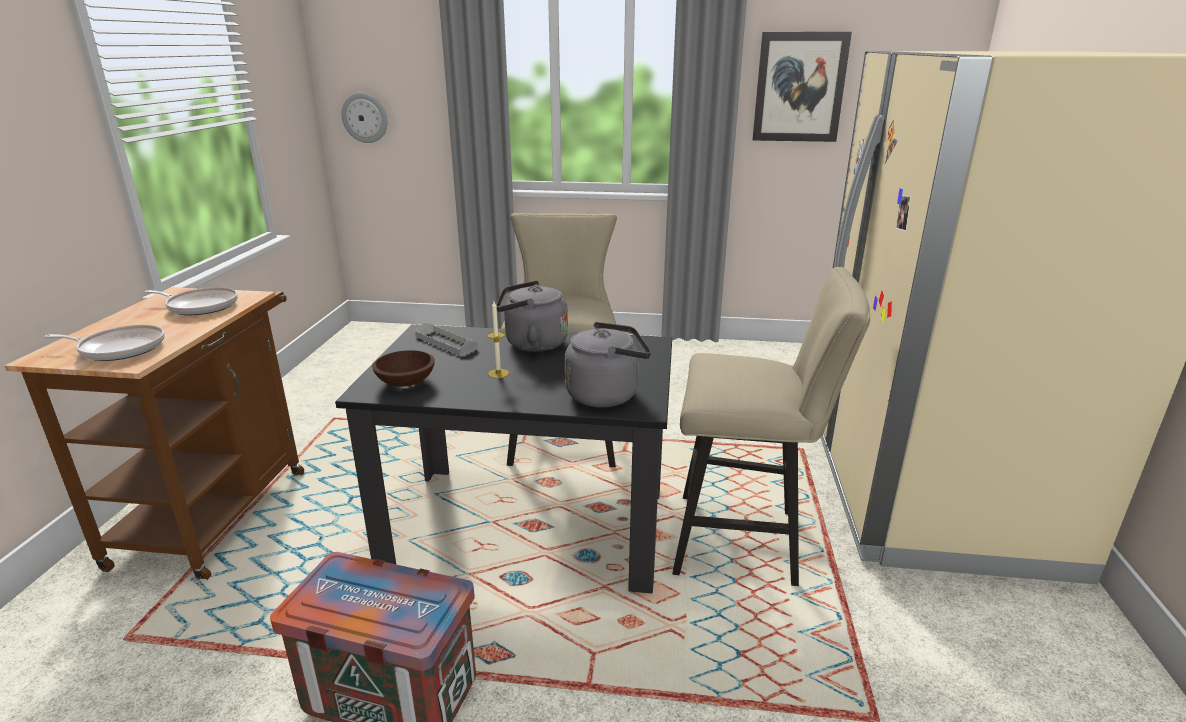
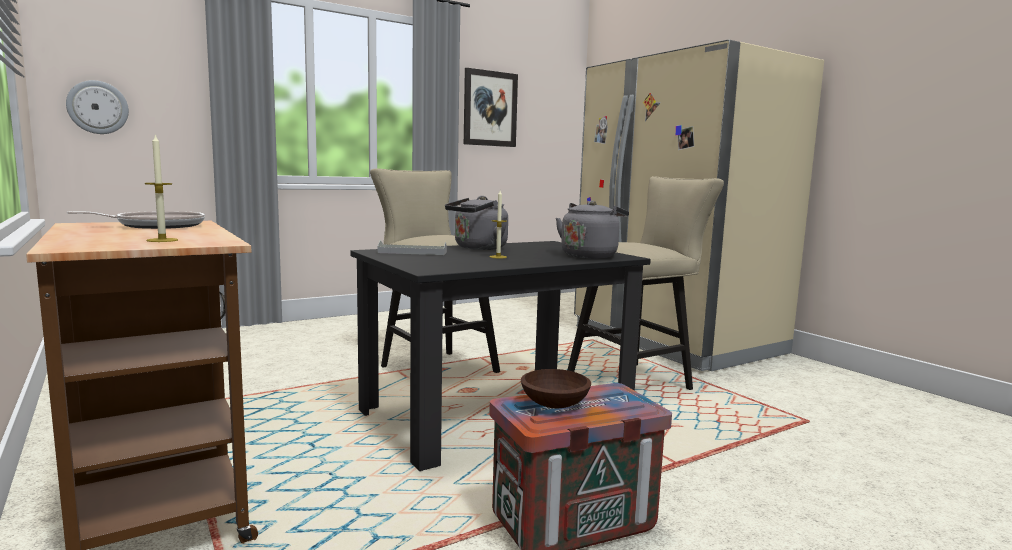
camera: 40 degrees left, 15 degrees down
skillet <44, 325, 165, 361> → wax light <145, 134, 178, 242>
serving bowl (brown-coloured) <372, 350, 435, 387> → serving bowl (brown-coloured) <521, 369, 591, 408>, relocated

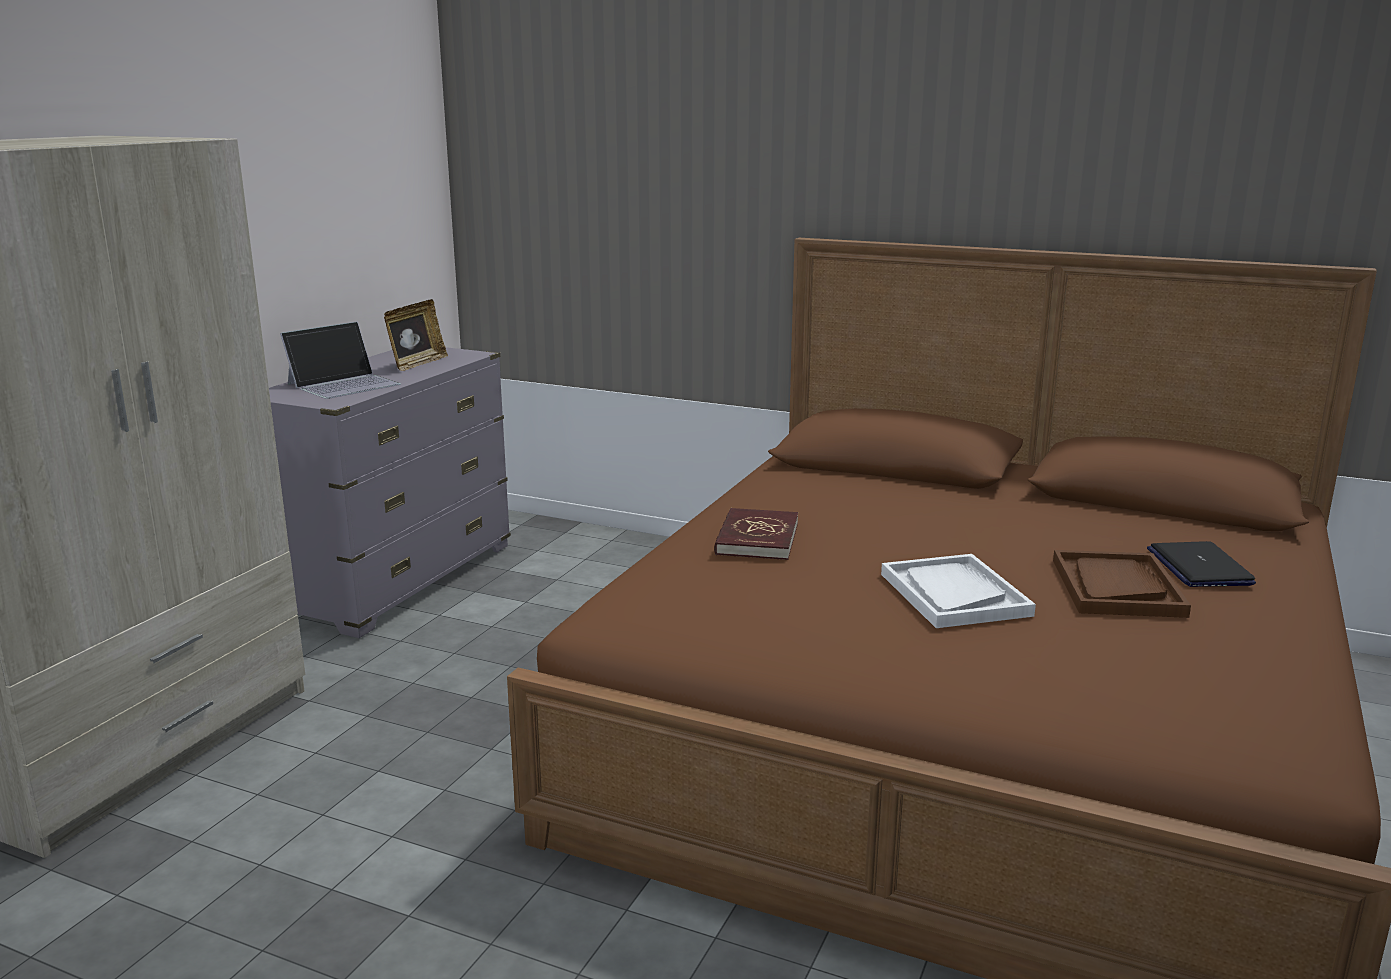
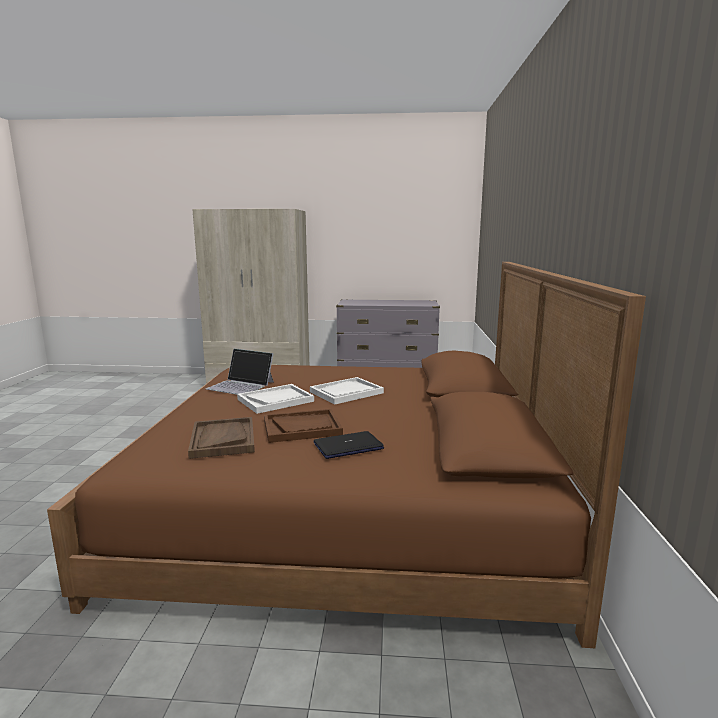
camera: 70 degrees right, 5 degrees down
picture frame <384, 299, 448, 371> → -
notebook computer <280, 321, 401, 399> → notebook computer <206, 349, 274, 395>, relocated
bound book (red-coloured) <714, 508, 798, 560> → -
- → tray (white-coloured) <310, 377, 384, 405>
- → tray (brown-coloured) <188, 417, 255, 459>

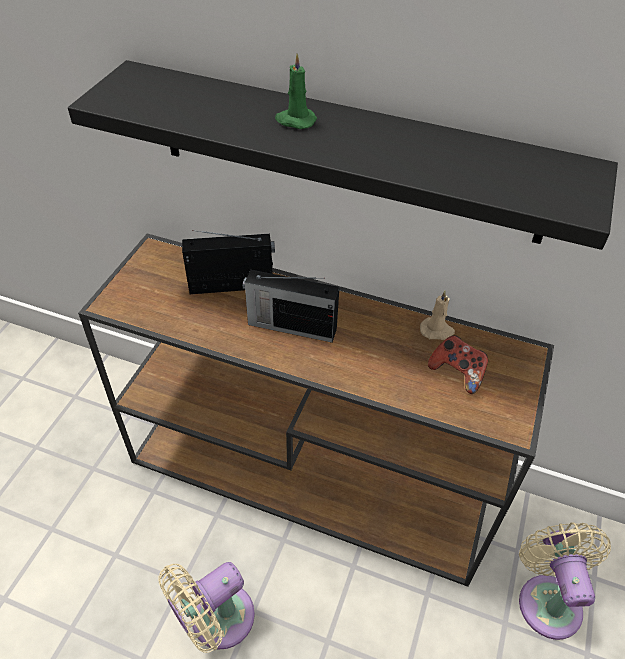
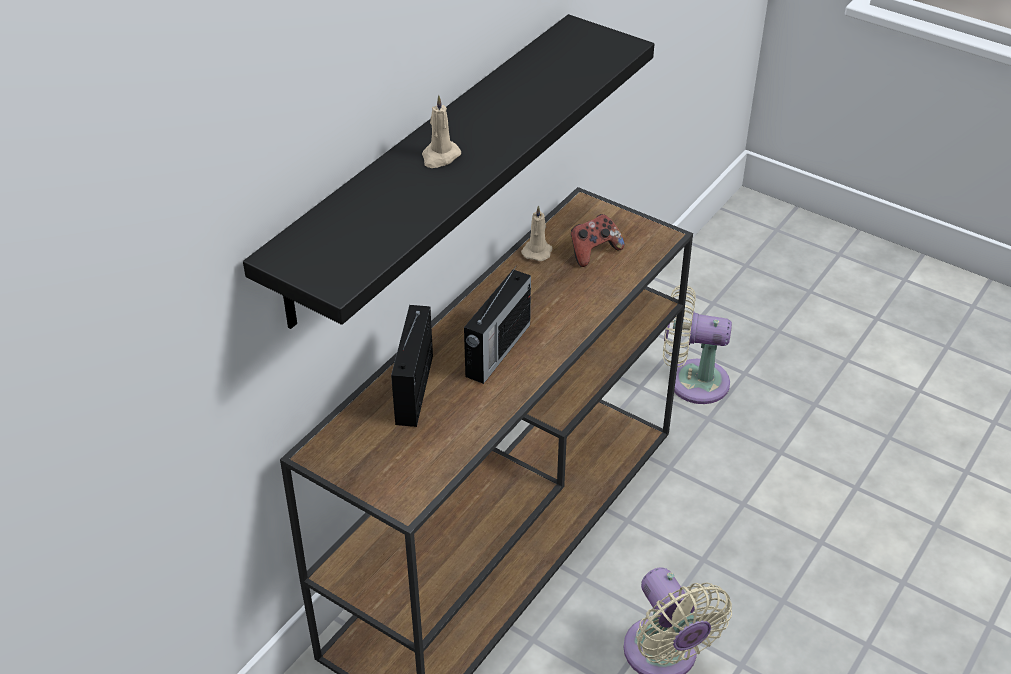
camera: 75 degrees left, 5 degrees down
wax light (green-coloured) <275, 53, 317, 129> → wax light (beige) <422, 95, 461, 168>

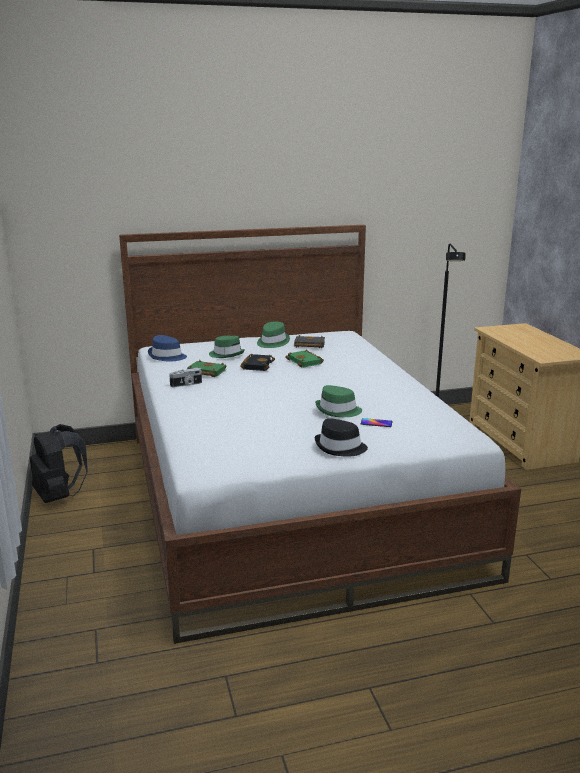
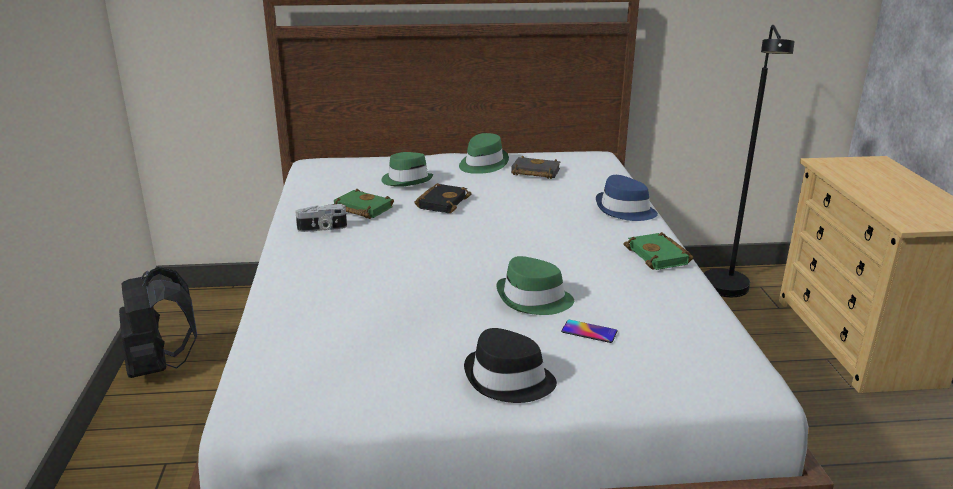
camera: 10 degrees right, 5 degrees up
hat (blue) <148, 335, 187, 362> → hat (blue) <596, 175, 658, 221>, relocated
bound book (green-coloured) <285, 350, 324, 368> → bound book (green-coloured) <623, 232, 694, 270>, relocated

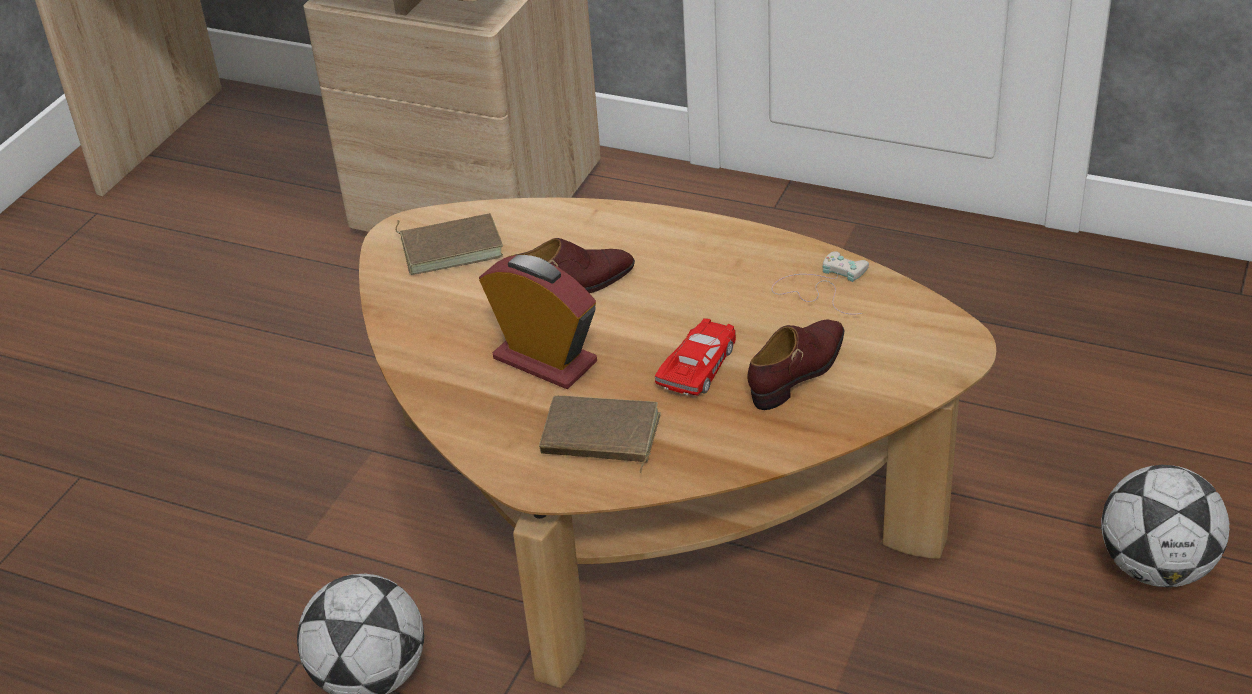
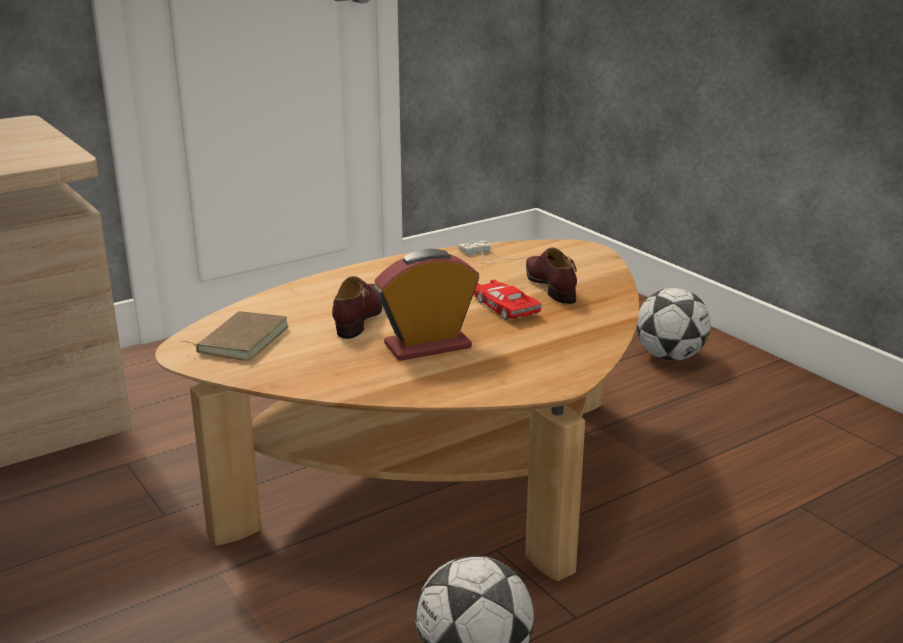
camera: 60 degrees left, 15 degrees down
bound book (brown-coloured) <539, 396, 661, 473> → -

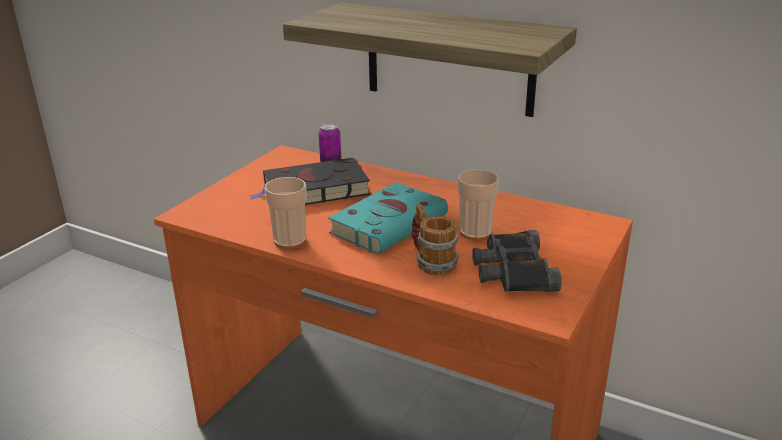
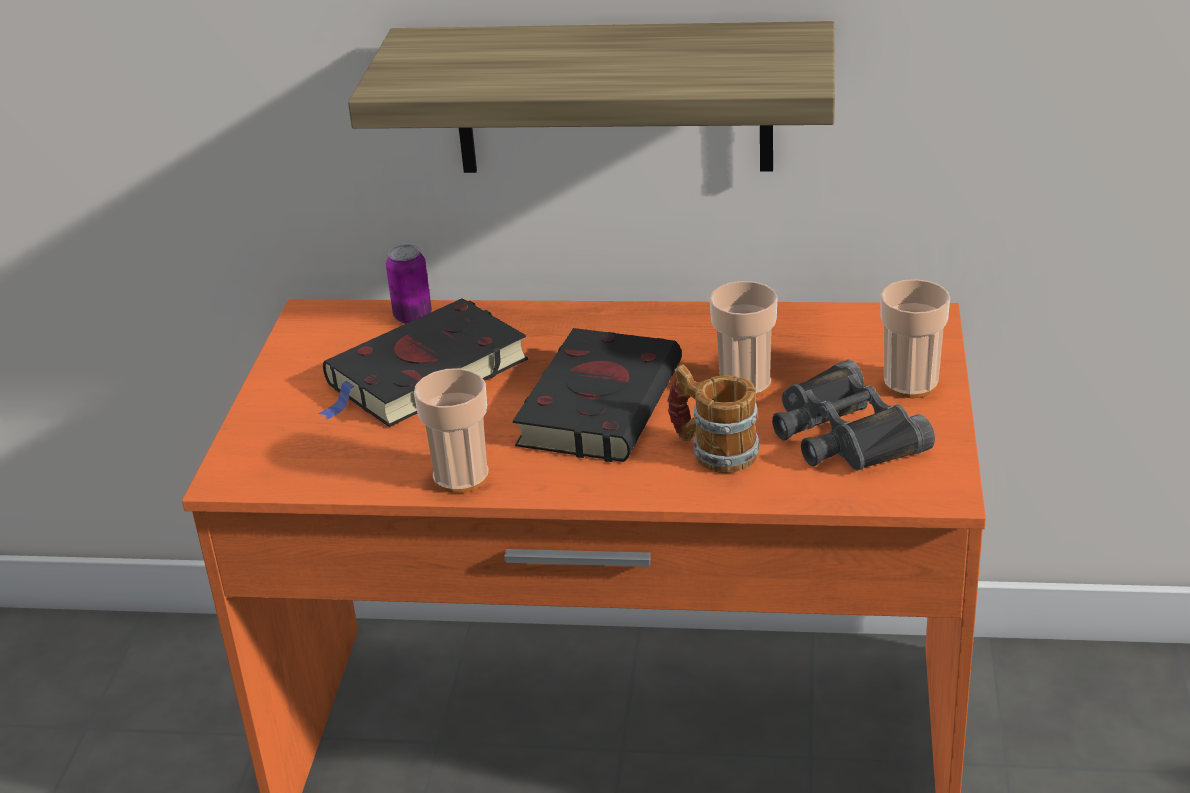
camera: 20 degrees left, 5 degrees up
bound book (blue-green) <328, 182, 448, 254> → bound book (blackish) <513, 328, 682, 462>
- → small cup <880, 279, 950, 398>

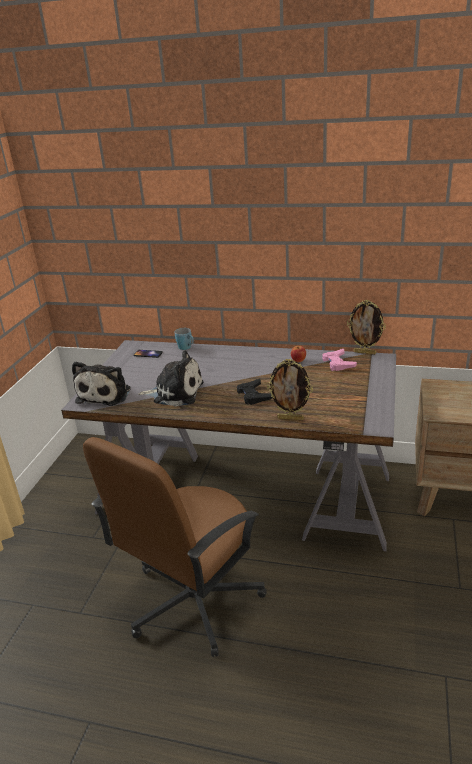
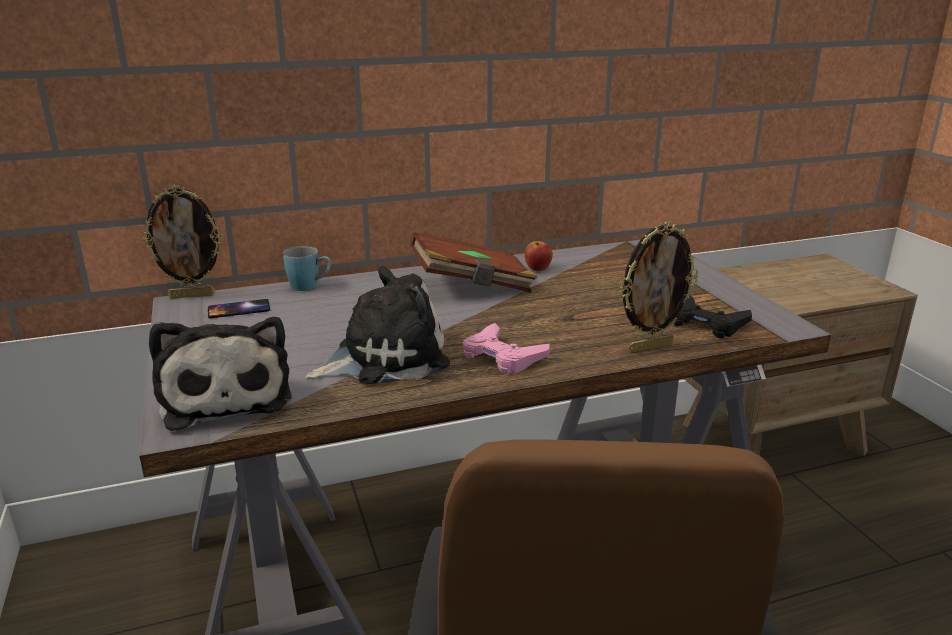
camera: 35 degrees left, 5 degrees down
picture frame <347, 300, 386, 355> → picture frame <141, 185, 223, 298>, relocated
gamepad (pinkish) <322, 349, 357, 371> → gamepad (pinkish) <463, 323, 550, 375>, relocated
gamepad (blackish) <237, 379, 273, 405> → gamepad (blackish) <674, 295, 752, 338>, relocated
- → bound book (brown-coloured) <410, 232, 537, 293>

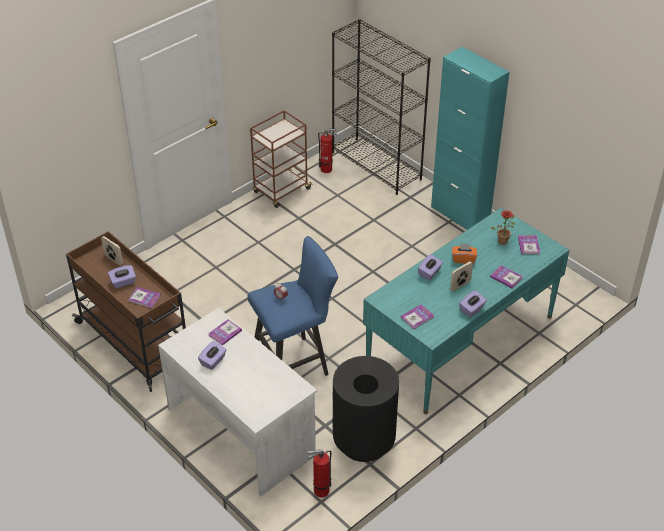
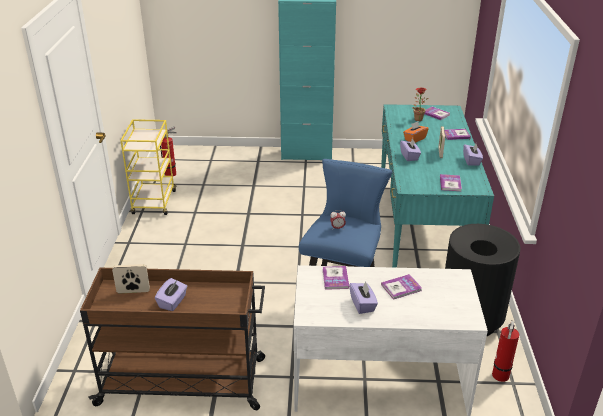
camera: 45 degrees left, 10 degrees down
shelving unit (blackish) <332, 19, 431, 195> → -
trolley (brown-coloured) <250, 110, 313, 208> → trolley (yellow) <120, 119, 176, 215>
bound book <128, 287, 161, 308> → bound book <381, 274, 422, 300>, relocated

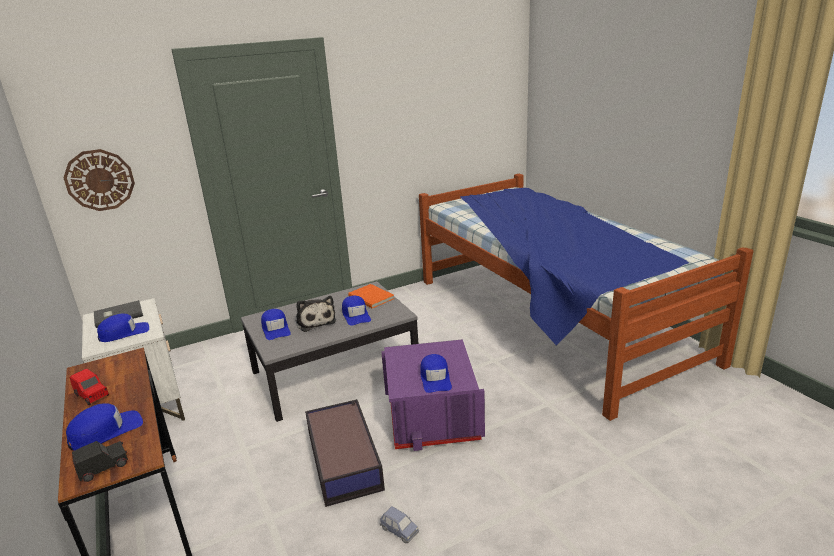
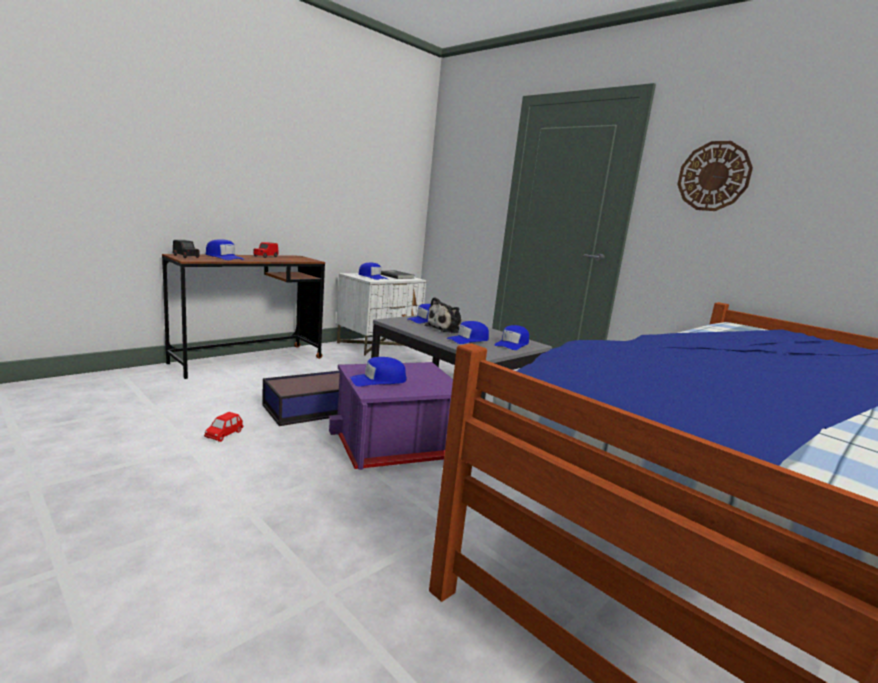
camera: 70 degrees right, 10 degrees down
hanging clock <64, 149, 135, 211> → hanging clock <677, 141, 753, 211>, relocated
bound book (orange-coloured) <348, 284, 395, 308> → baseball cap (blue) <495, 325, 529, 350>
model car (blue) <380, 506, 419, 543> → model car (red-coloured) <204, 412, 243, 442>

